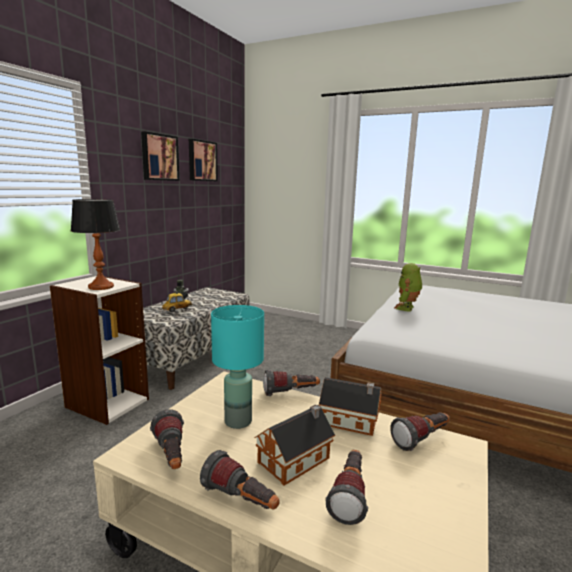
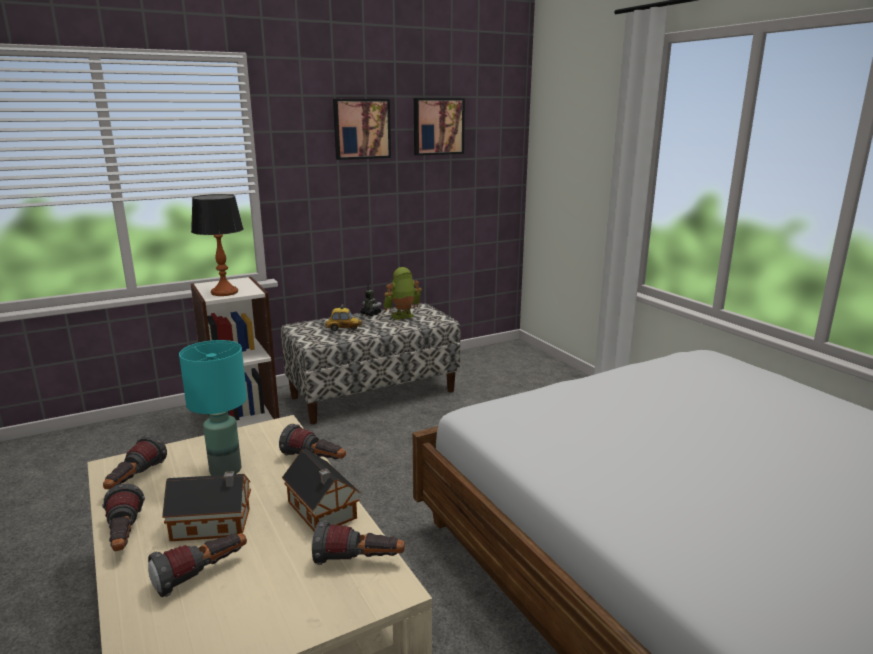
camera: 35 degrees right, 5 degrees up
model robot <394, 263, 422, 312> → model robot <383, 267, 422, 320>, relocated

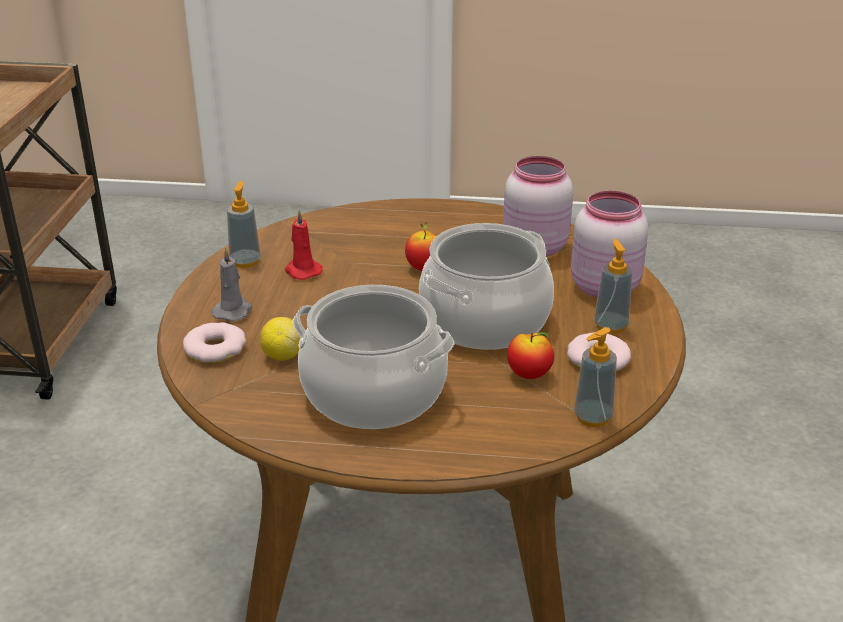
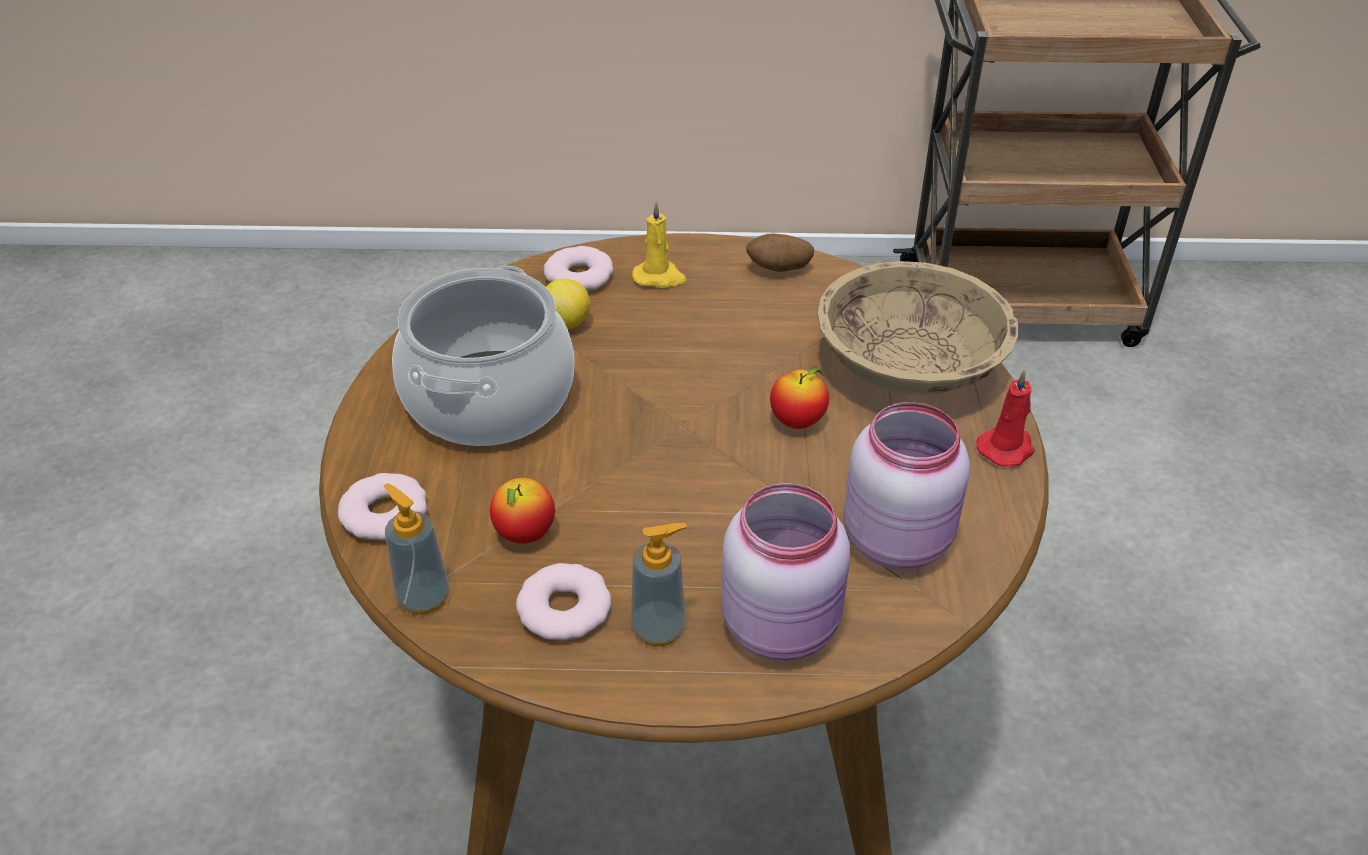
camera: 85 degrees right, 10 degrees up
soap dispenser <227, 181, 261, 268> → spud <746, 234, 814, 272>
wax light (red-coloured) <285, 210, 323, 280> → wax light (red-coloured) <976, 369, 1035, 467>, relocated
stockpot <419, 223, 554, 350> → -
wax light (gray) <212, 248, 252, 322> → wax light (yellow) <632, 201, 686, 288>
- → serving bowl (beige) <817, 261, 1018, 396>
- → doughnut <338, 473, 427, 540>

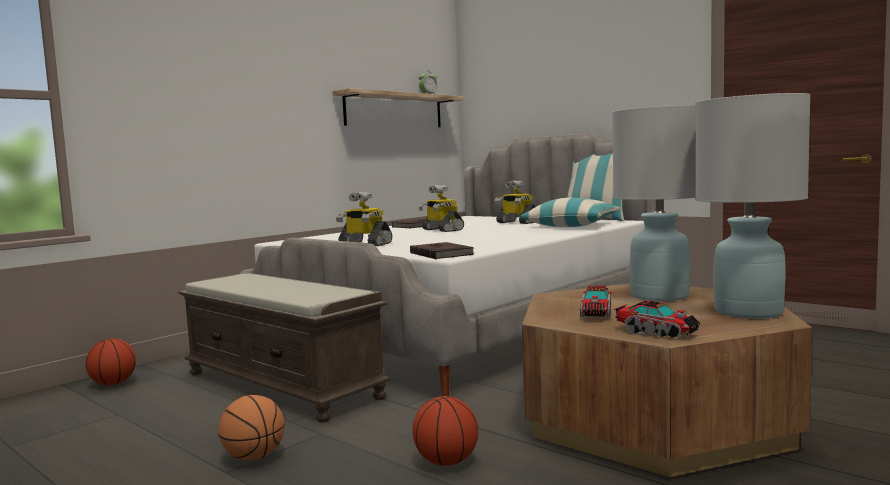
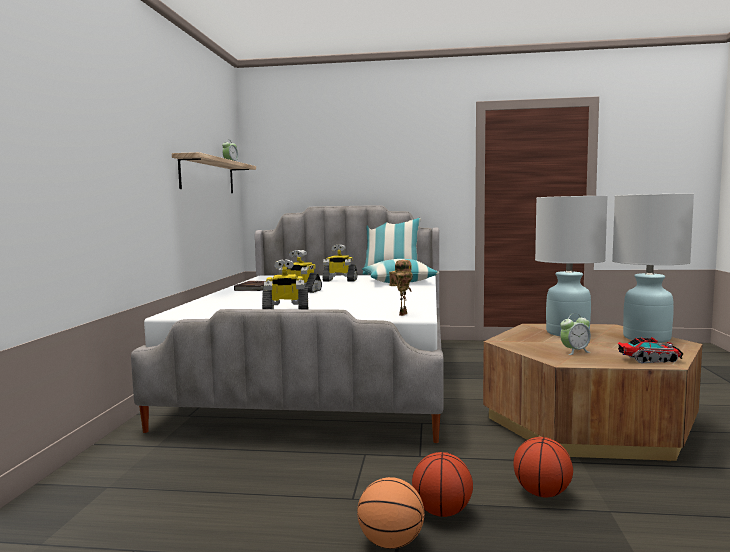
camera: 35 degrees left, 0 degrees up
bound book (brown-coloured) <410, 242, 475, 259> → model robot <389, 260, 413, 316>
bench (brown-coloured) <178, 273, 391, 423> → -
toy truck <580, 286, 612, 317> → table clock <560, 313, 591, 355>
basketball ball <86, 338, 136, 385> → basketball ball <412, 452, 473, 517>, relocated

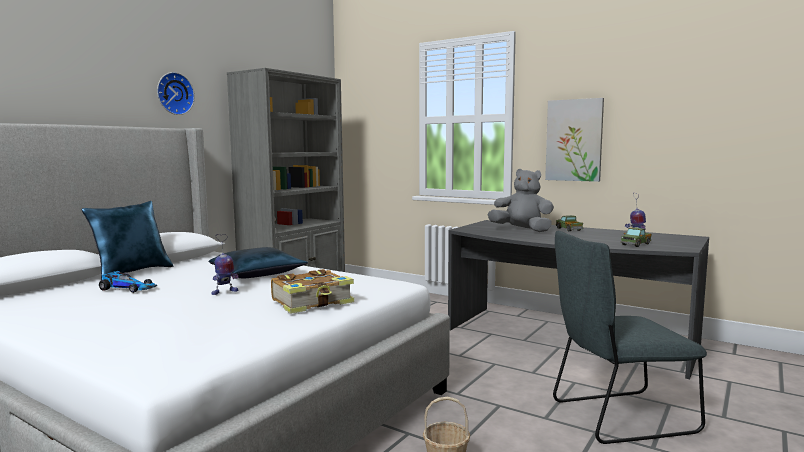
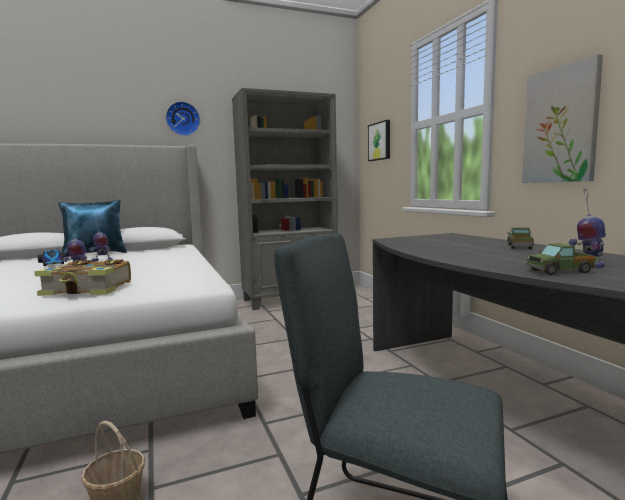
camera: 35 degrees right, 0 degrees up
plush toy (gray) <487, 169, 554, 232> → -
throw pillow (blue) <209, 247, 308, 278> → -
- → wall art <368, 120, 390, 161>
- → model robot <89, 217, 113, 262>

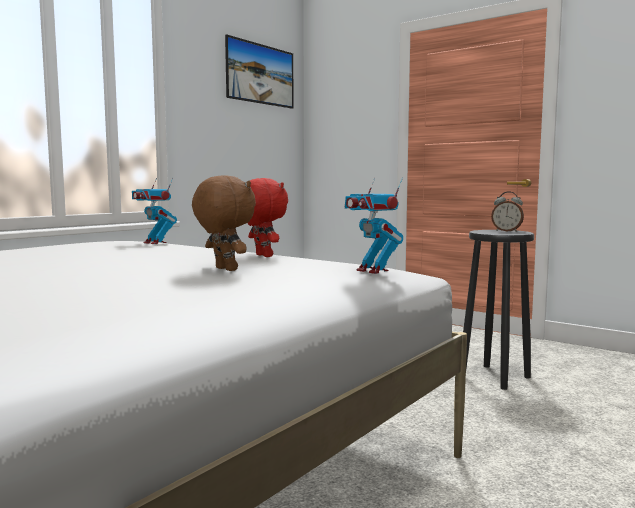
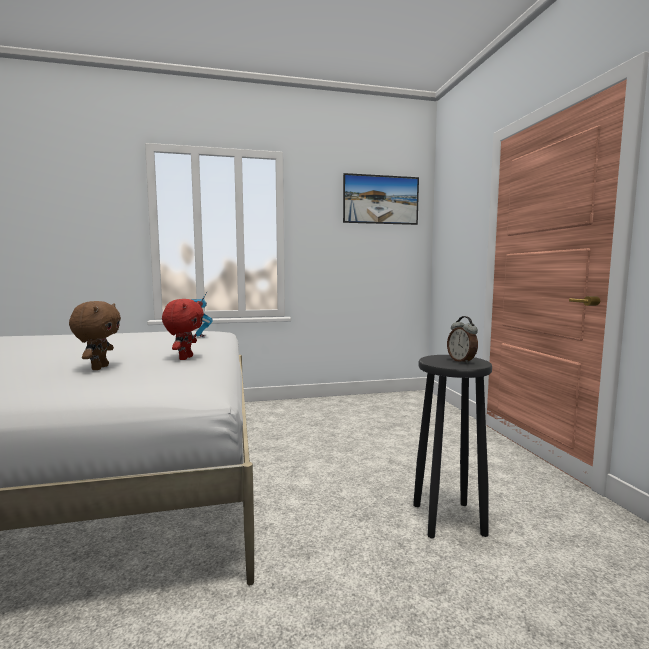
camera: 40 degrees right, 0 degrees up
model robot <345, 178, 403, 274> → -

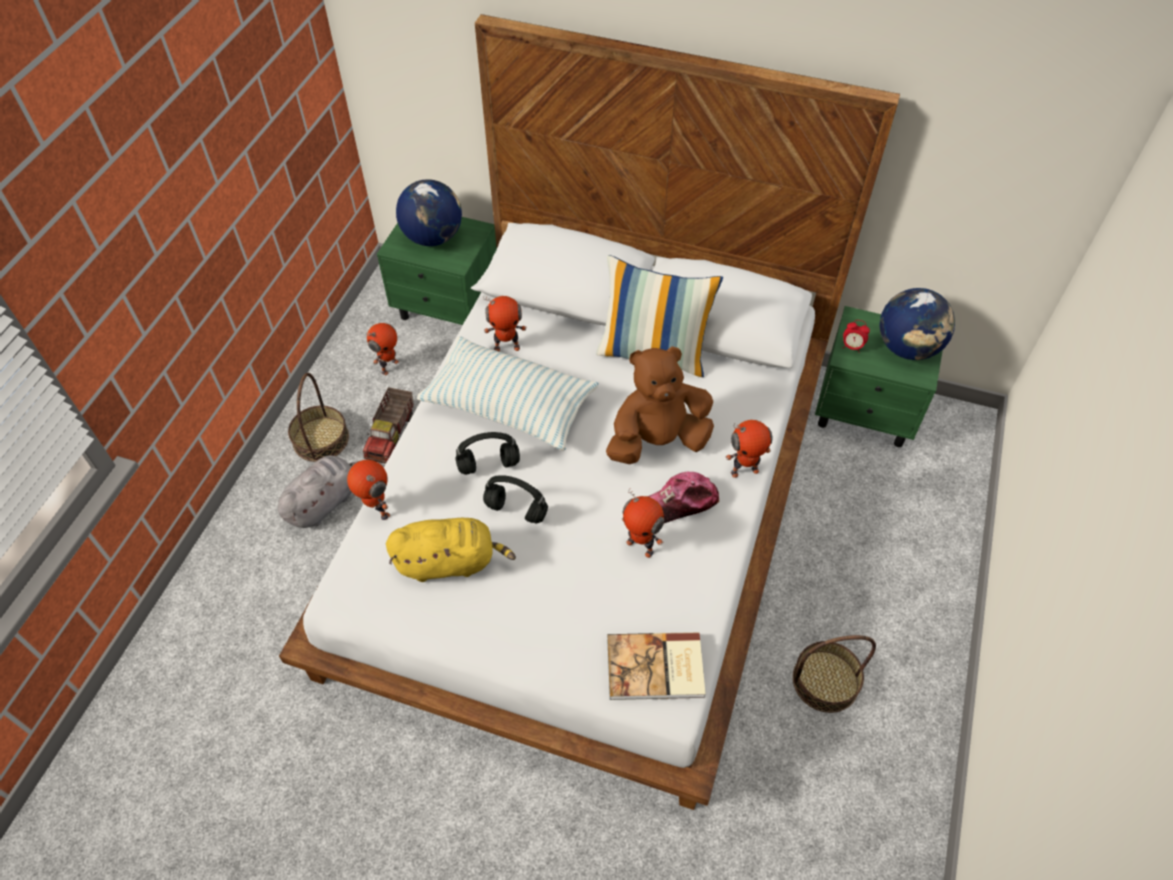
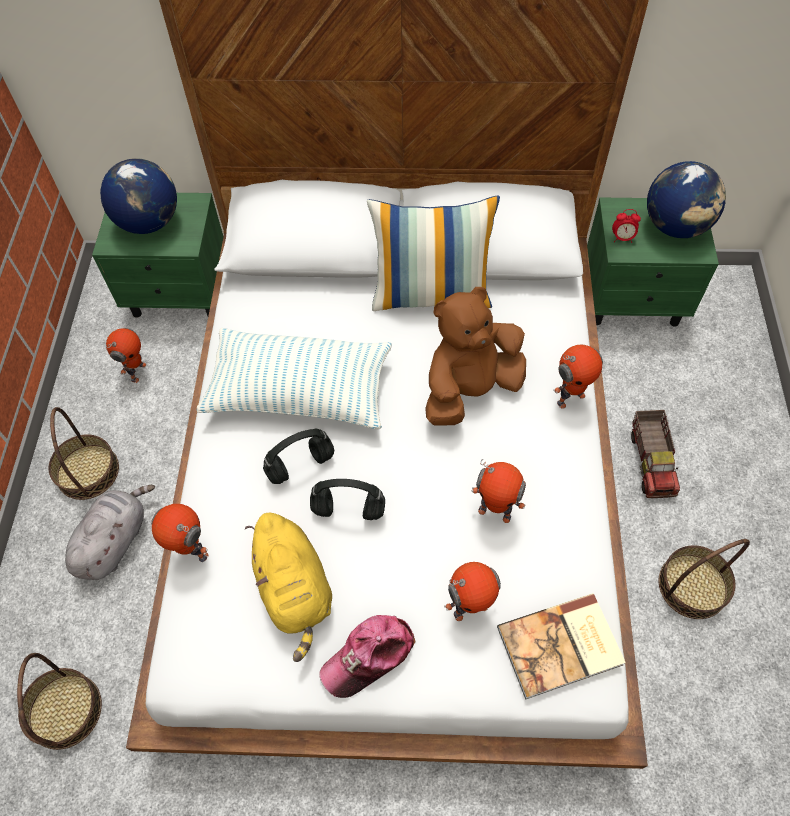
camera: 15 degrees left, 5 degrees up
model robot <483, 295, 526, 352> → model robot <444, 562, 501, 621>, relocated
toy truck <363, 387, 413, 464> → toy truck <631, 410, 680, 498>, relocated
baseball cap <647, 472, 719, 523> → baseball cap <319, 615, 416, 698>, relocated
plush toy (yellow) <386, 518, 516, 582> → plush toy (yellow) <245, 513, 332, 662>, 90 degrees clockwise
- → household basket <17, 653, 102, 750>

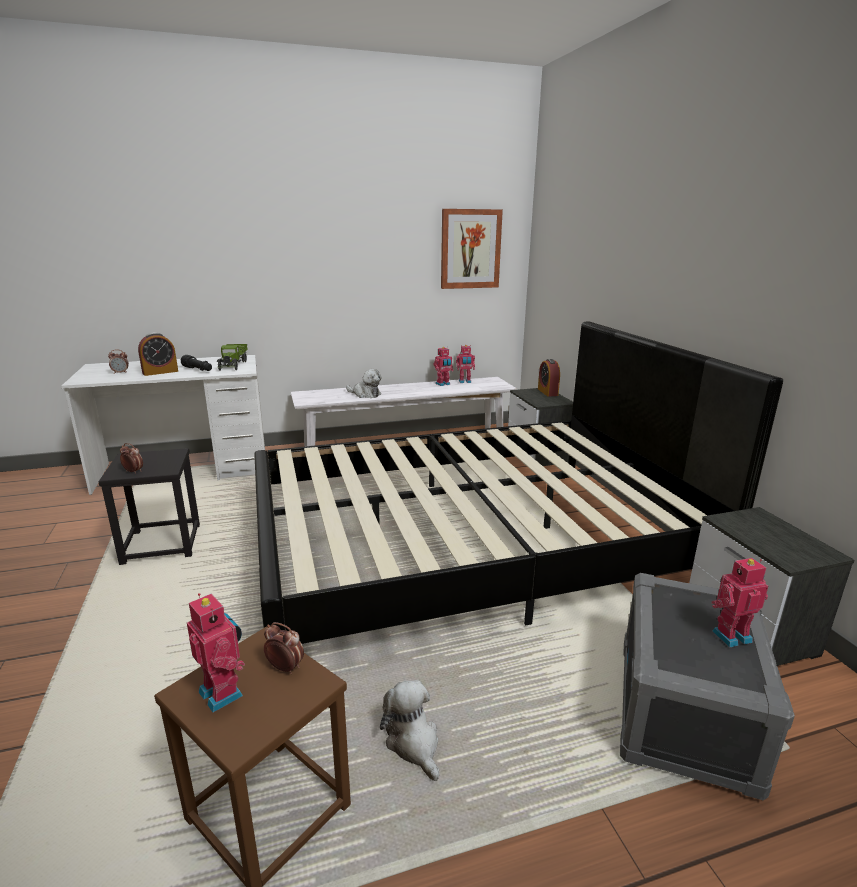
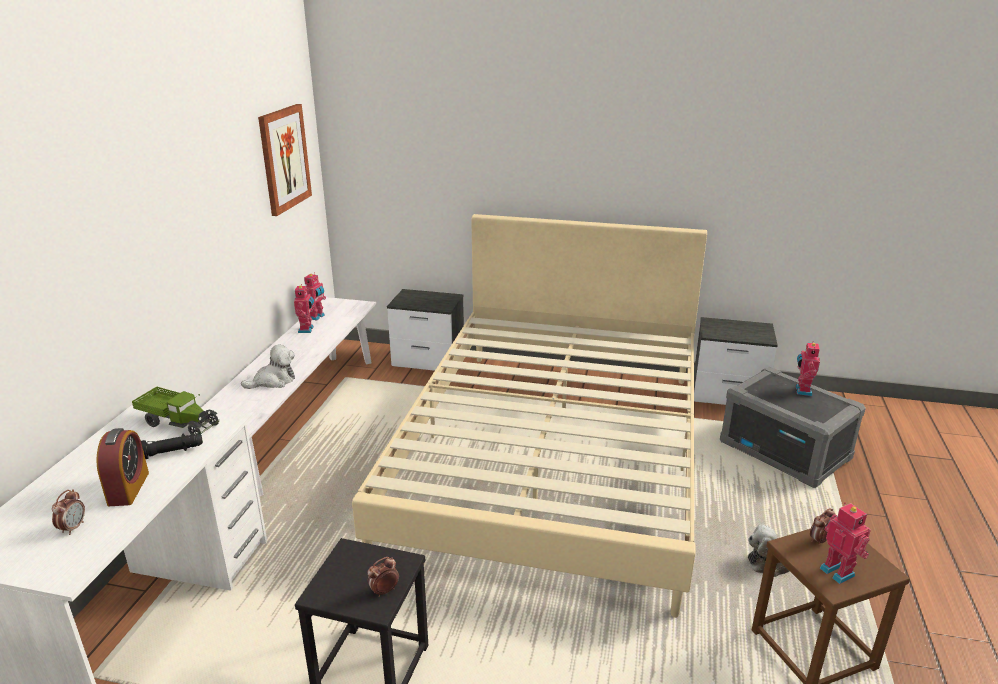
camera: 60 degrees left, 5 degrees up
sleeping bed (blackish) <254, 321, 783, 644> → sleeping bed (beige) <352, 214, 707, 618>
table clock <538, 359, 560, 396> → -
model robot <187, 593, 245, 712> → model robot <820, 502, 871, 584>, 75 degrees clockwise

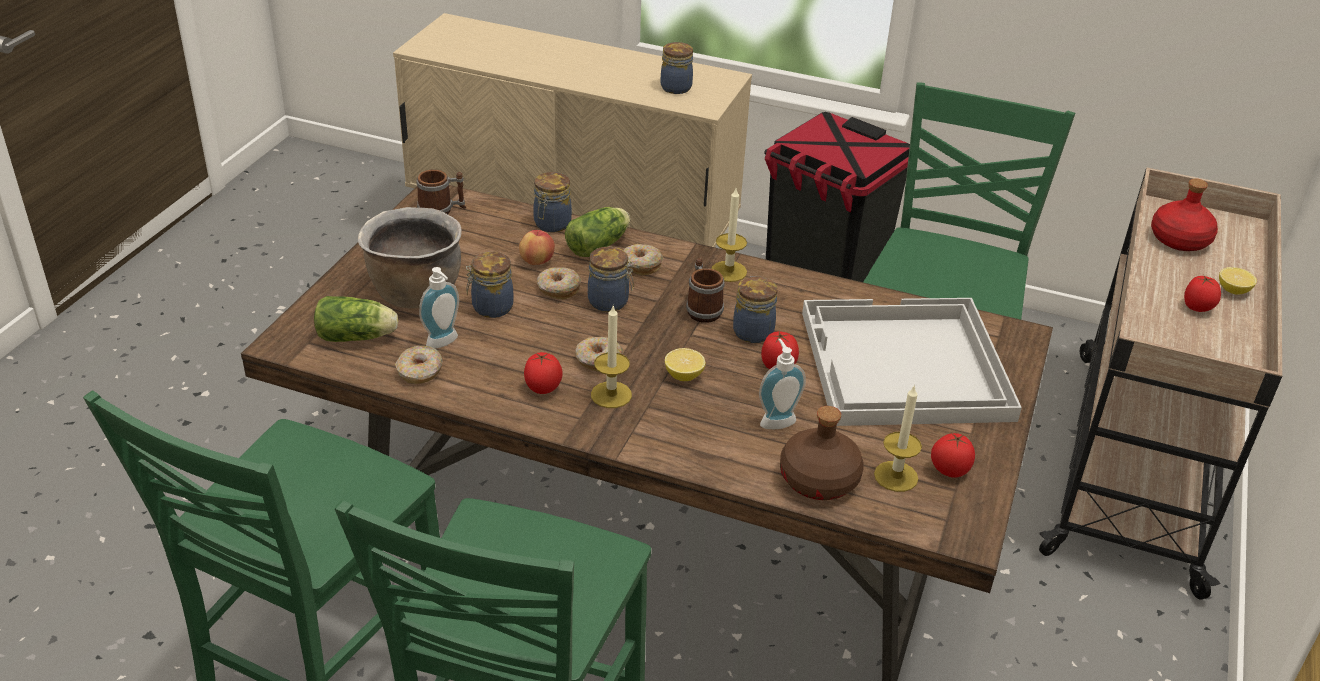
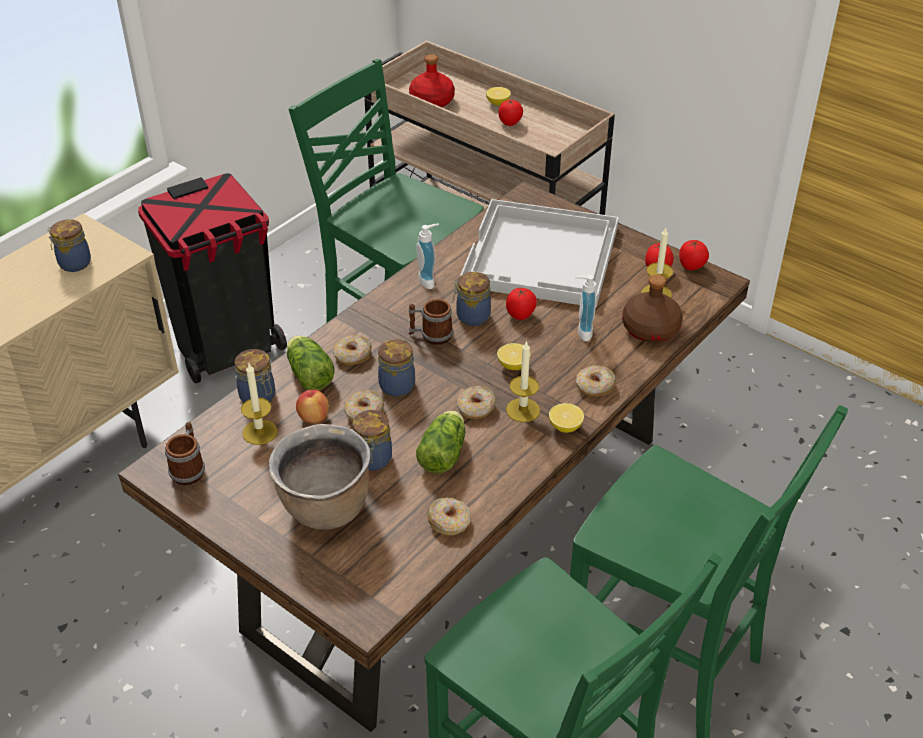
camera: 70 degrees left, 5 degrees up
wax light <711, 188, 747, 282> → wax light <241, 364, 278, 445>, relocated
soap dispenser <419, 267, 459, 349> → soap dispenser <416, 224, 439, 289>, relocated
lettuce head <314, 296, 398, 342> → lettuce head <416, 410, 465, 474>, relocated
whole tomato <524, 352, 563, 394> → whole tomato <679, 240, 709, 270>, relocated
- → doughnut <576, 365, 616, 397>
- → citrus fruit <549, 403, 584, 433>

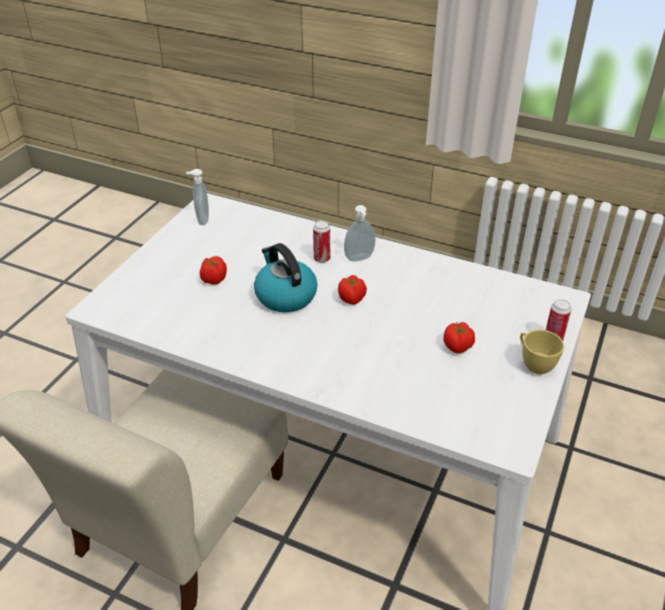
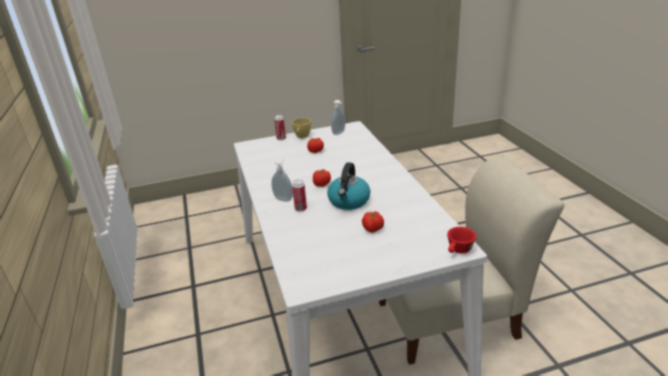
camera: 130 degrees left, 10 degrees down
soap dispenser <186, 169, 209, 225> → soap dispenser <331, 100, 345, 135>, relocated
- → small cup (red-coloured) <447, 227, 476, 253>

